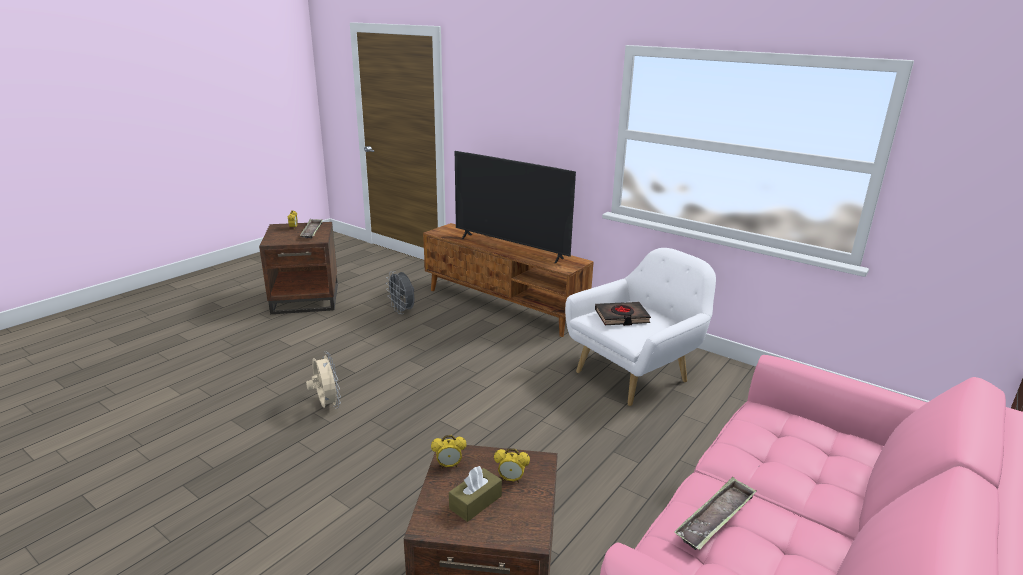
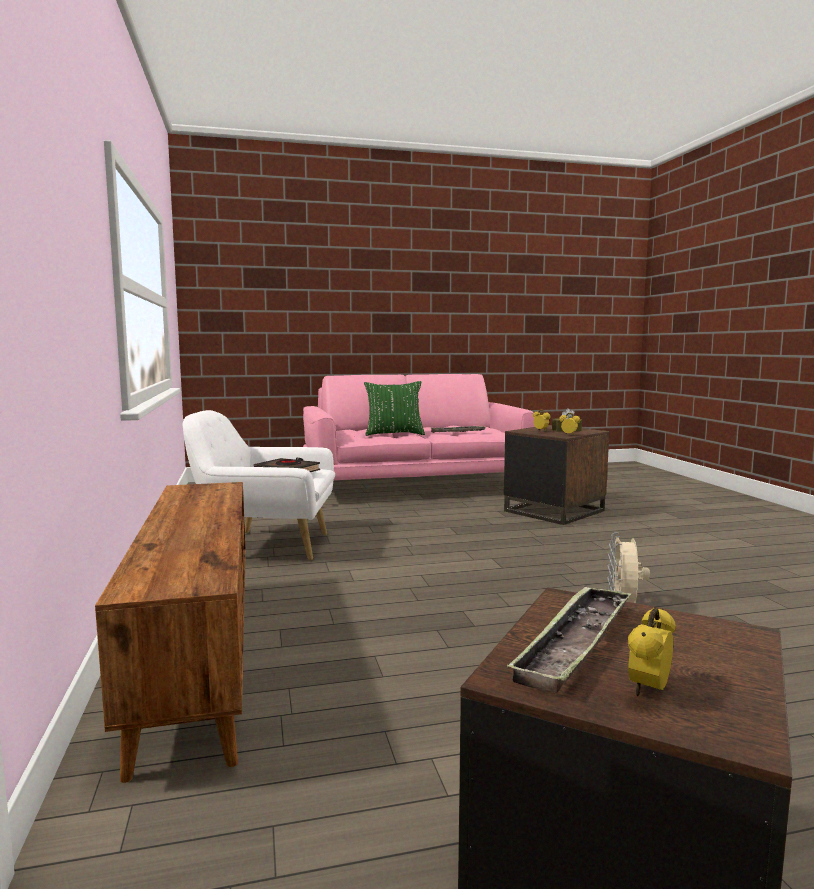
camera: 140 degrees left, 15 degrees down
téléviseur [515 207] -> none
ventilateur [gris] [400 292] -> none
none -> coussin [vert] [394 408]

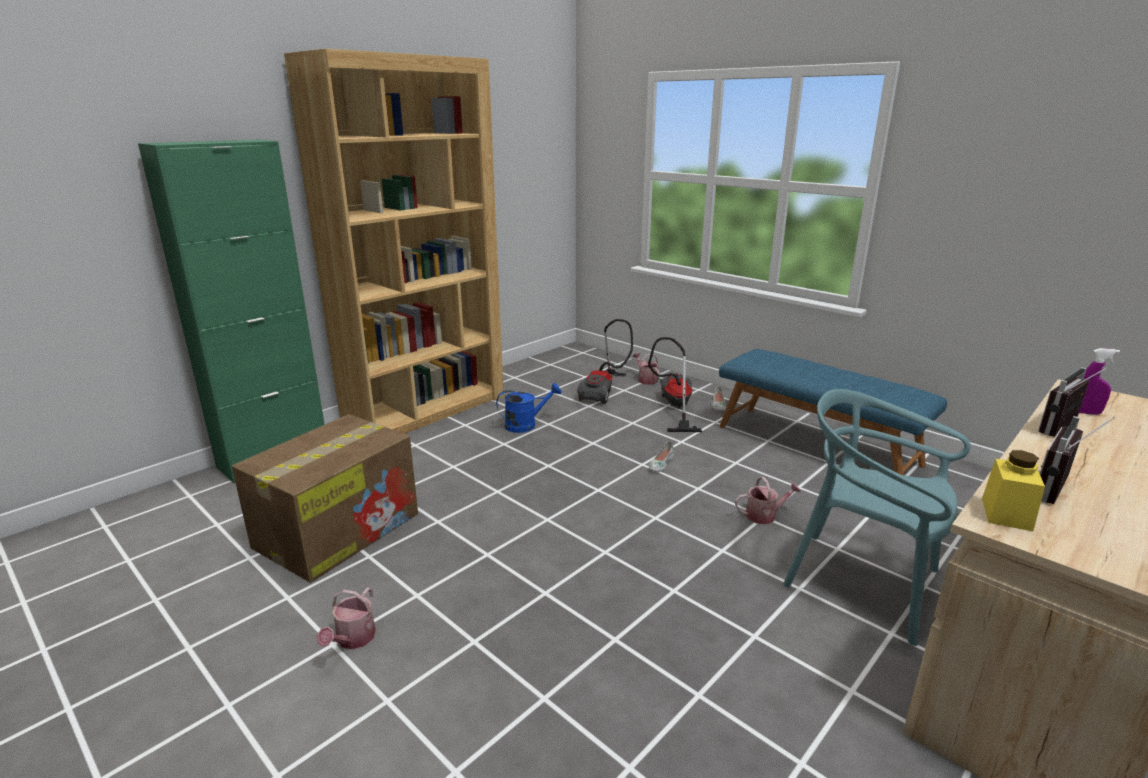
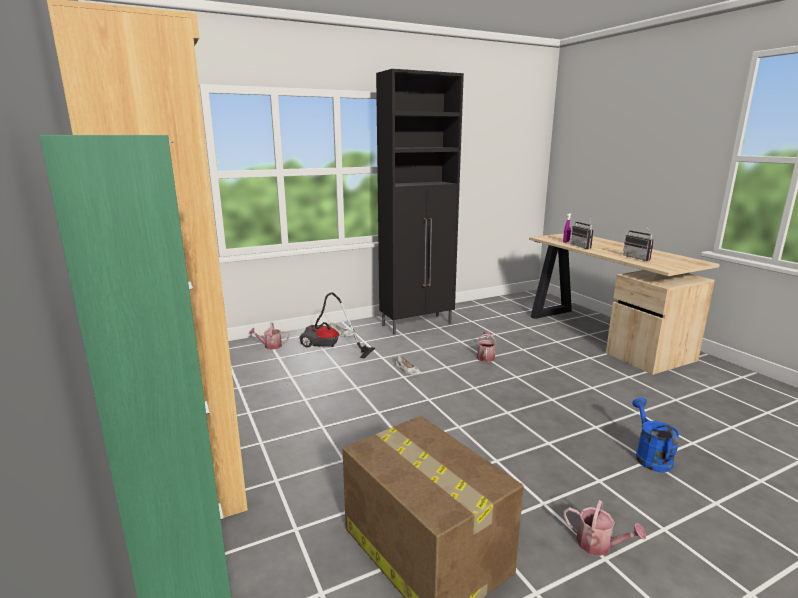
camera: 70 degrees left, 5 degrees down
aspirateur [605 361] -> none
banc [bleu] [833 412] -> meuble de rangement [noir] [420 202]
arrosoir [bleu] [528 408] -> arrosoir [bleu] [655 435], moved
chaise [turquoise] [877 517] -> none
bocal [jaune] [1013 490] -> none

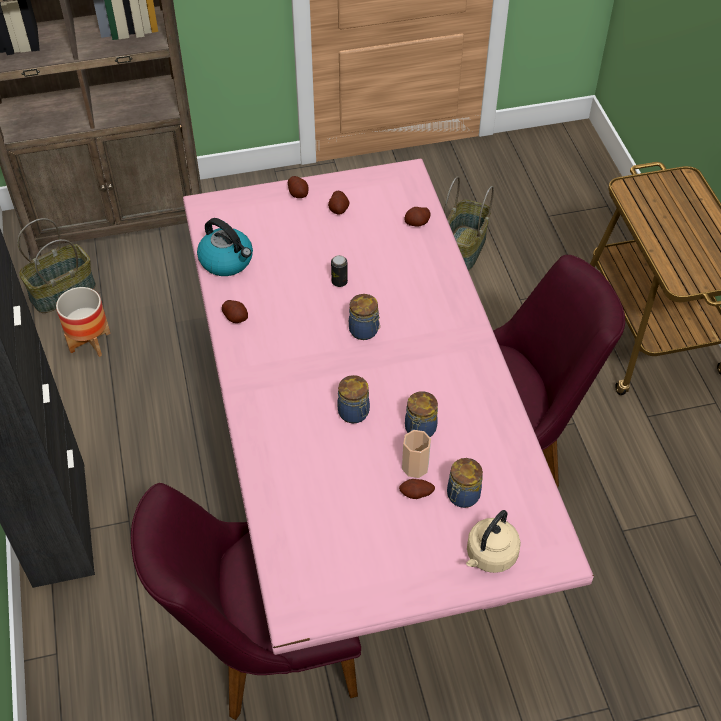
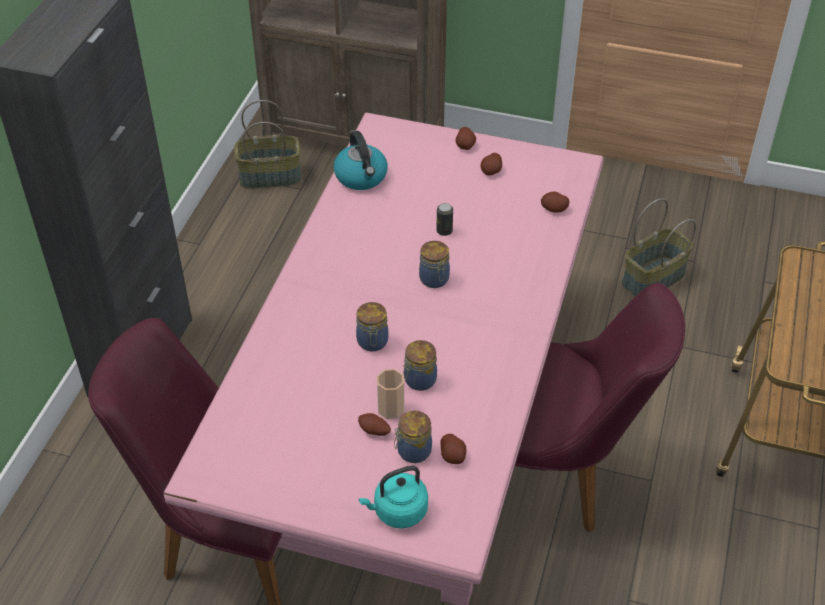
camera: 30 degrees right, 5 degrees down
cache-pot [83 322] -> none
pomme de terre [235 311] -> pomme de terre [453 449], moved
bouilloire [beige] [493 541] -> bouilloire [turquoise] [393 497]

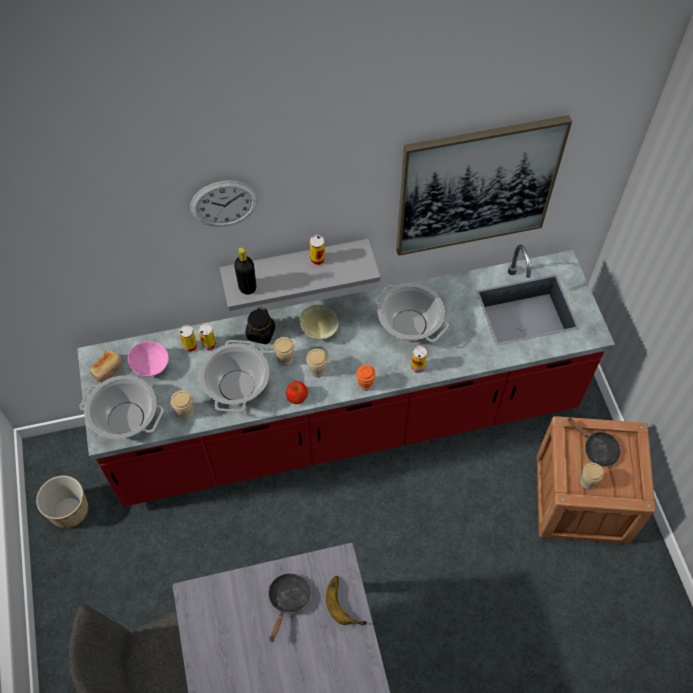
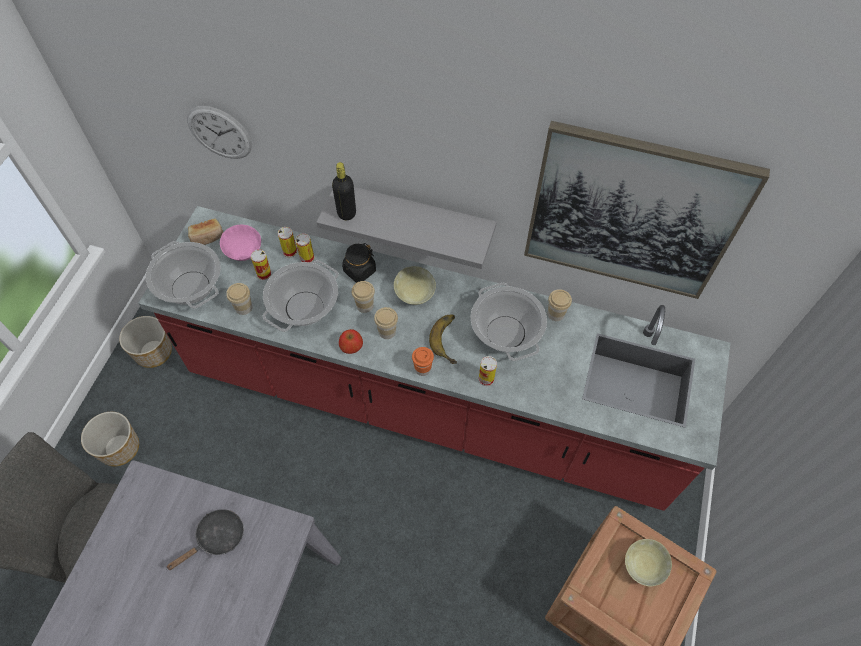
camera: 30 degrees right, 0 degrees up
horloge murale [224 203] -> horloge murale [219 132], moved
boîte métallique [317 250] -> boîte métallique [261 264], moved
poêle [noir] [594 442] -> bol [beige] [648 563]
tasse [592 476] -> tasse [560 305], moved
banane [346 601] -> banane [443 339], moved
none -> cache-pot [110 439]

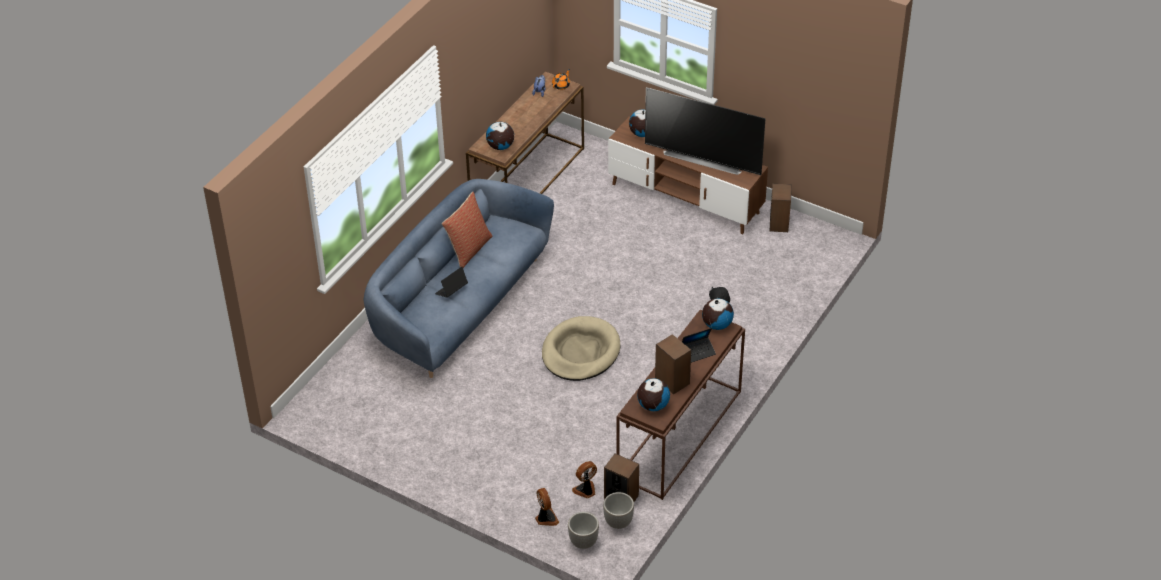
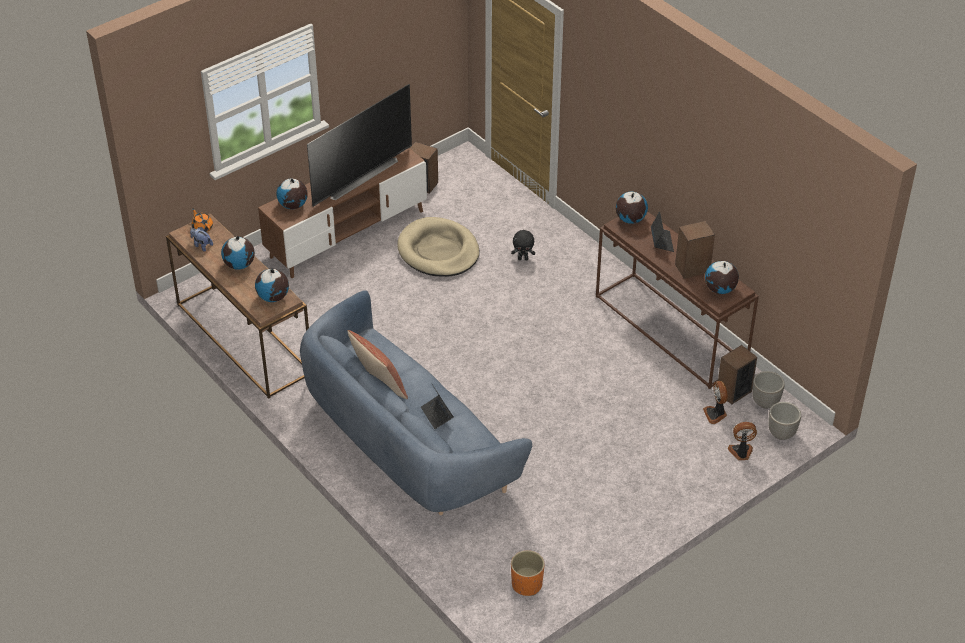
camera: 70 degrees left, 0 degrees up
panier pour chien [beige] [581 348] -> panier pour chien [beige] [438 247], moved
none -> globe [238 253]
none -> cache-pot [orange] [528 573]

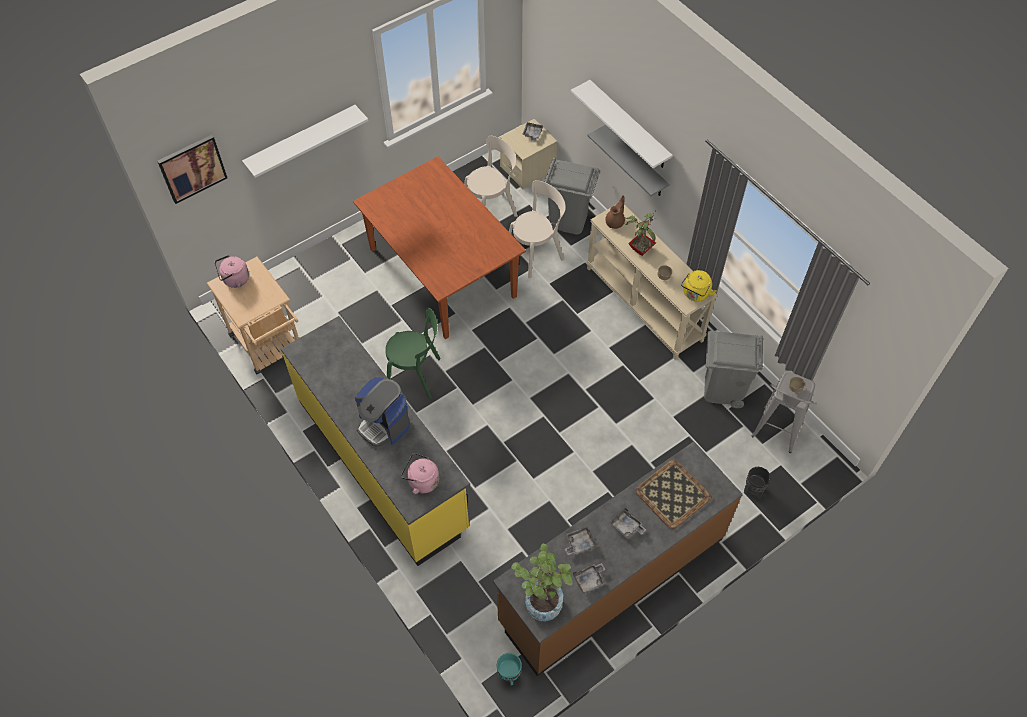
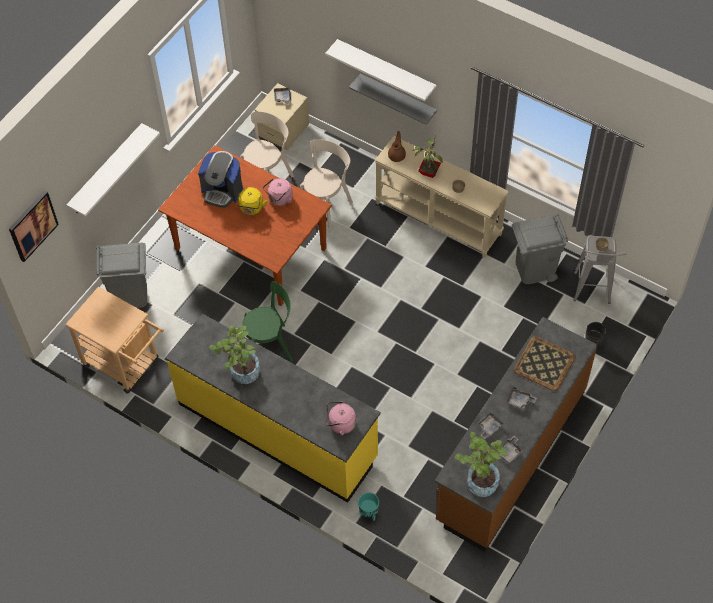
camera: 20 degrees left, 0 degrees up
poubelle [gris] [572 196] -> poubelle [gris] [121 275], moved
bouilloire [rose] [231 271] -> bouilloire [rose] [278 192], moved
bouilloire [jaune] [699 286] -> bouilloire [jaune] [252 201], moved
machine à café [382 412] -> machine à café [220 179], moved
cache-pot [turquoise] [509 669] -> cache-pot [turquoise] [368 507], moved
none -> plante en pot [234 355]

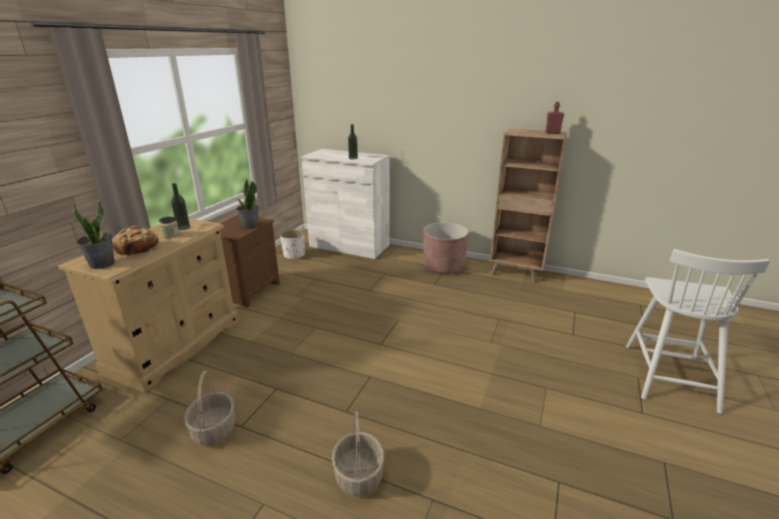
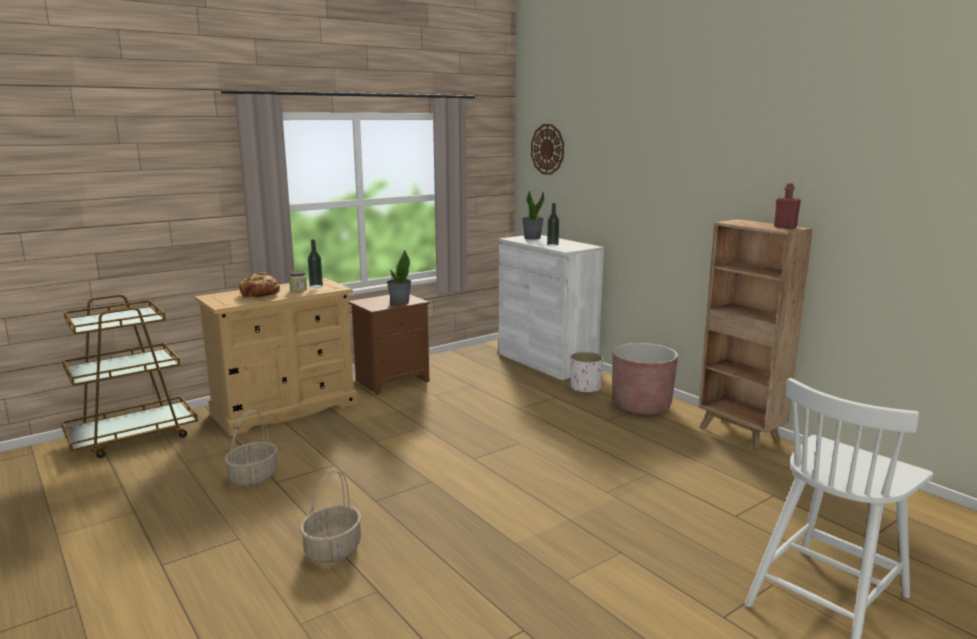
camera: 30 degrees right, 10 degrees down
plante en pot [94 235] -> plante en pot [533 215], moved
cache-pot [blanc] [292 245] -> cache-pot [blanc] [586 372], moved
none -> horloge murale [547 149]

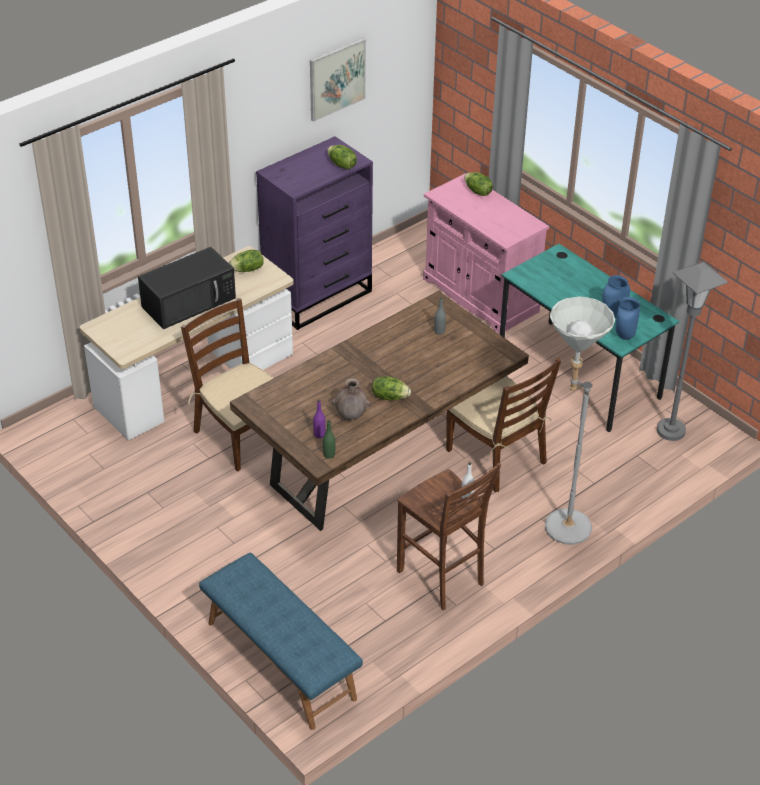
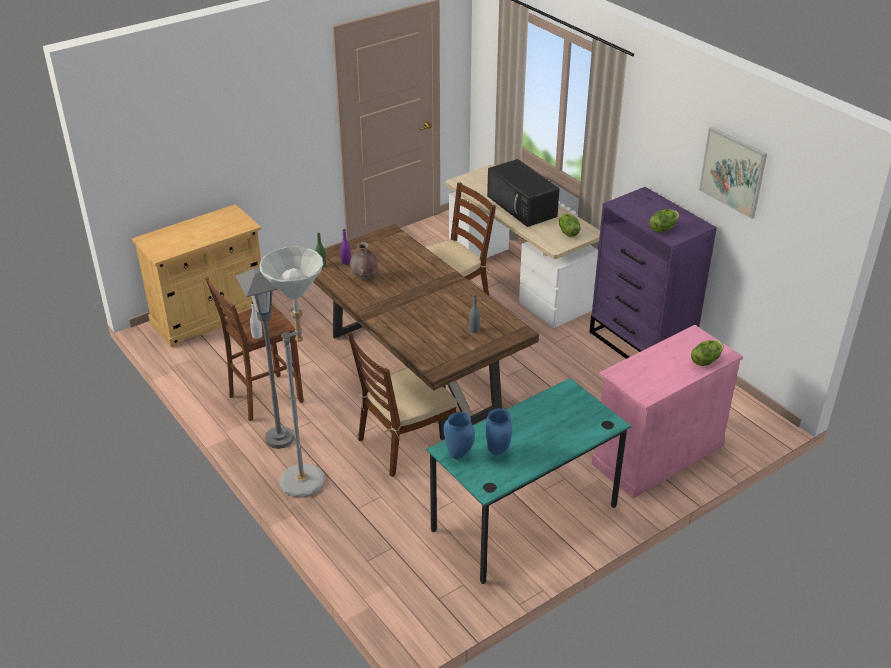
camera: 95 degrees right, 5 degrees down
lampadaire [gris] [692 351] -> lampadaire [gris] [264 358], moved
laitue [391 388] -> none
banc [bleu] [281 641] -> meuble de rangement [beige] [196 276]

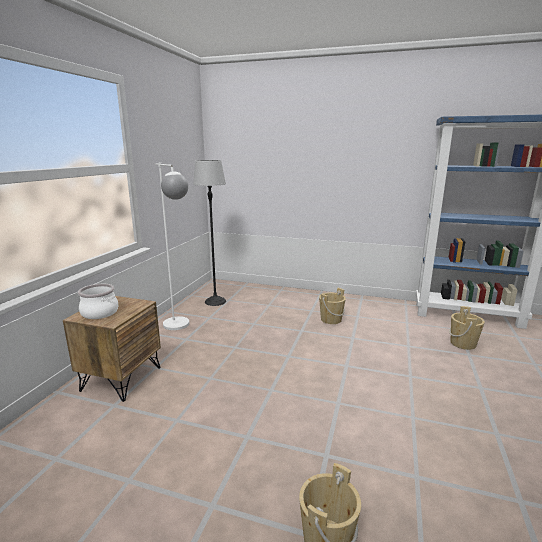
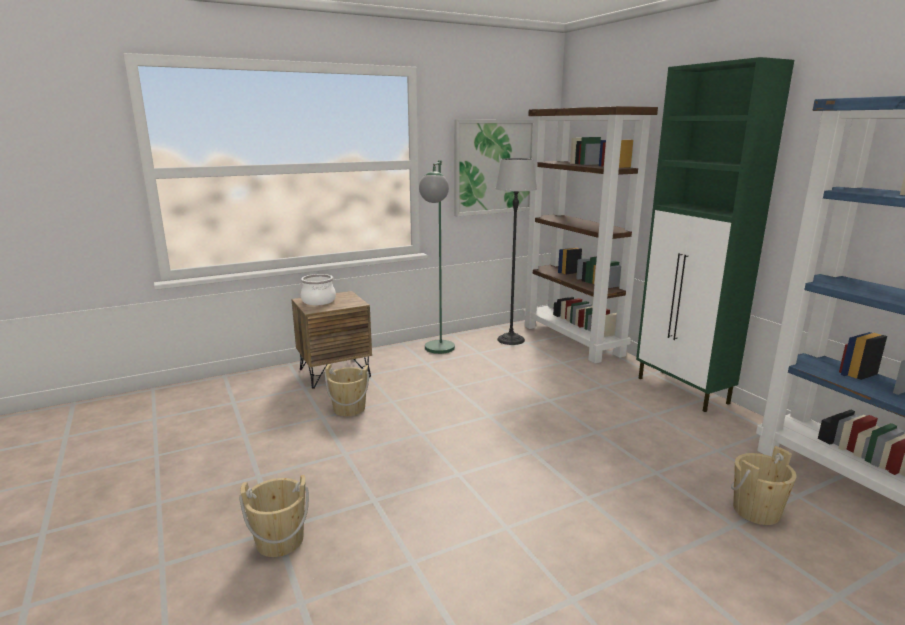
camera: 45 degrees right, 0 degrees up
lampadaire [blanc] [172 246] -> lampadaire [vert] [437 257]
seau [beige] [332 306] -> seau [beige] [347 390], moved
none -> meuble de rangement [vert] [715 234]
none -> bibliothèque [marron] [590 234]
none -> tableau [493 167]

